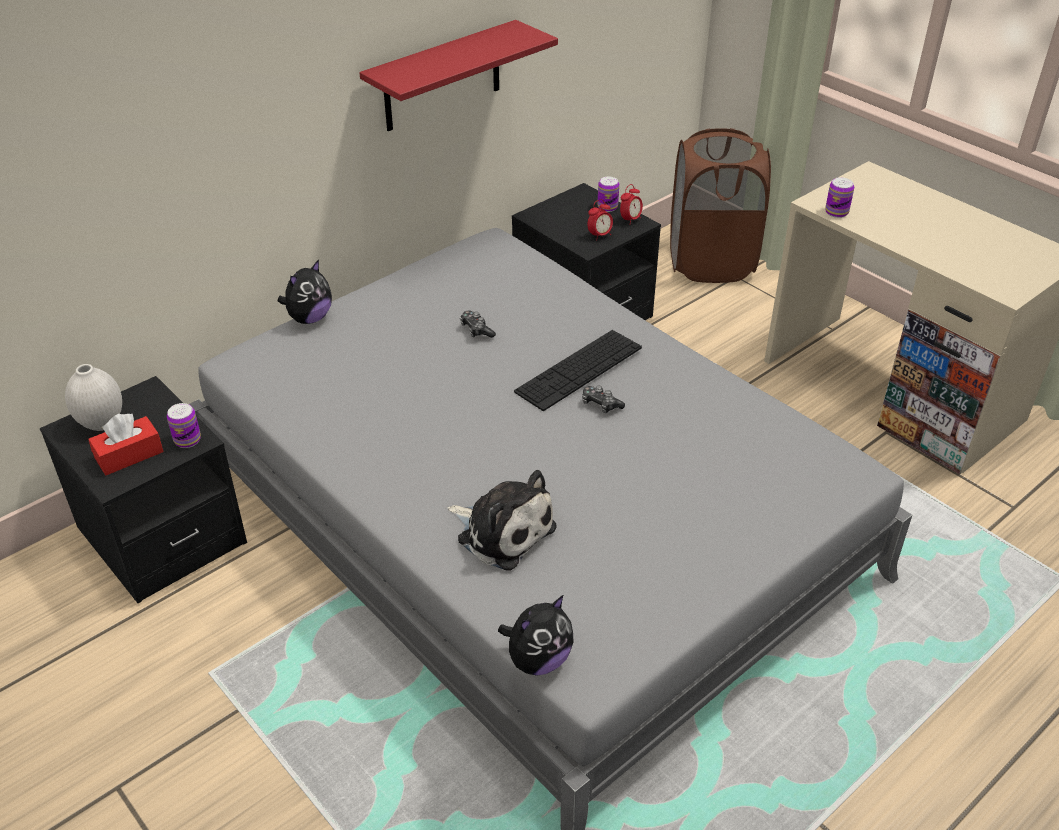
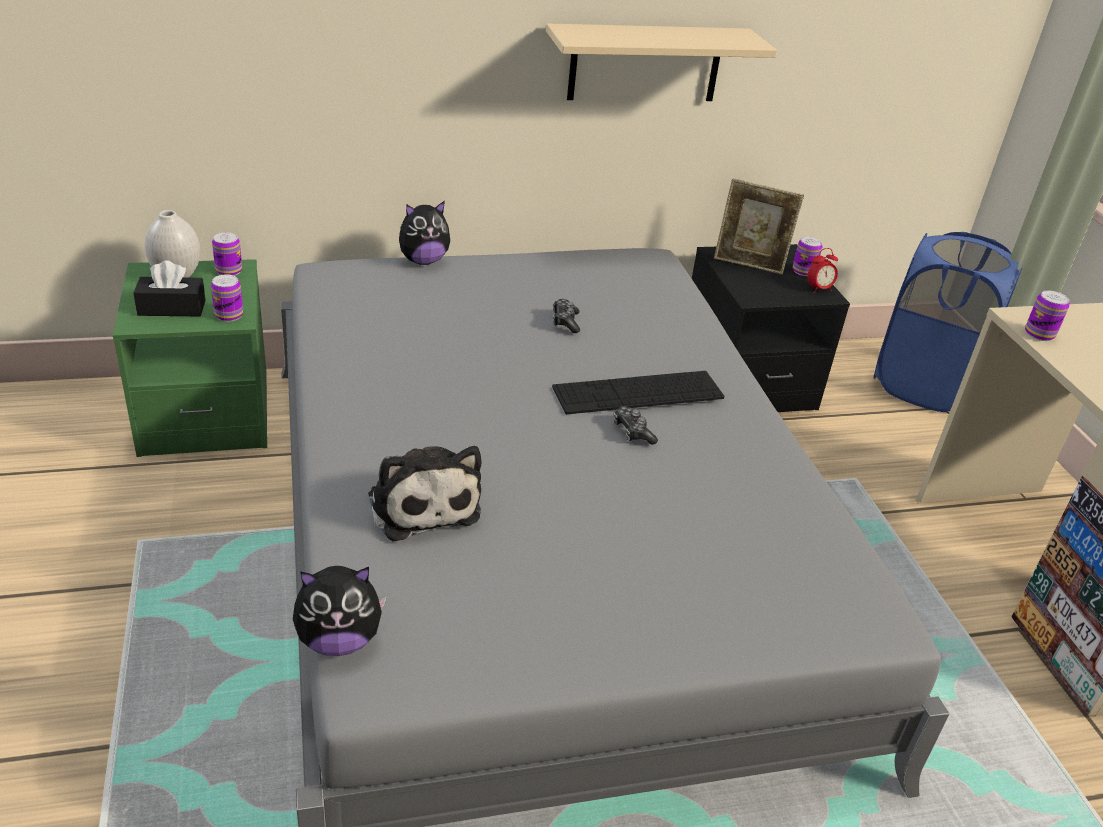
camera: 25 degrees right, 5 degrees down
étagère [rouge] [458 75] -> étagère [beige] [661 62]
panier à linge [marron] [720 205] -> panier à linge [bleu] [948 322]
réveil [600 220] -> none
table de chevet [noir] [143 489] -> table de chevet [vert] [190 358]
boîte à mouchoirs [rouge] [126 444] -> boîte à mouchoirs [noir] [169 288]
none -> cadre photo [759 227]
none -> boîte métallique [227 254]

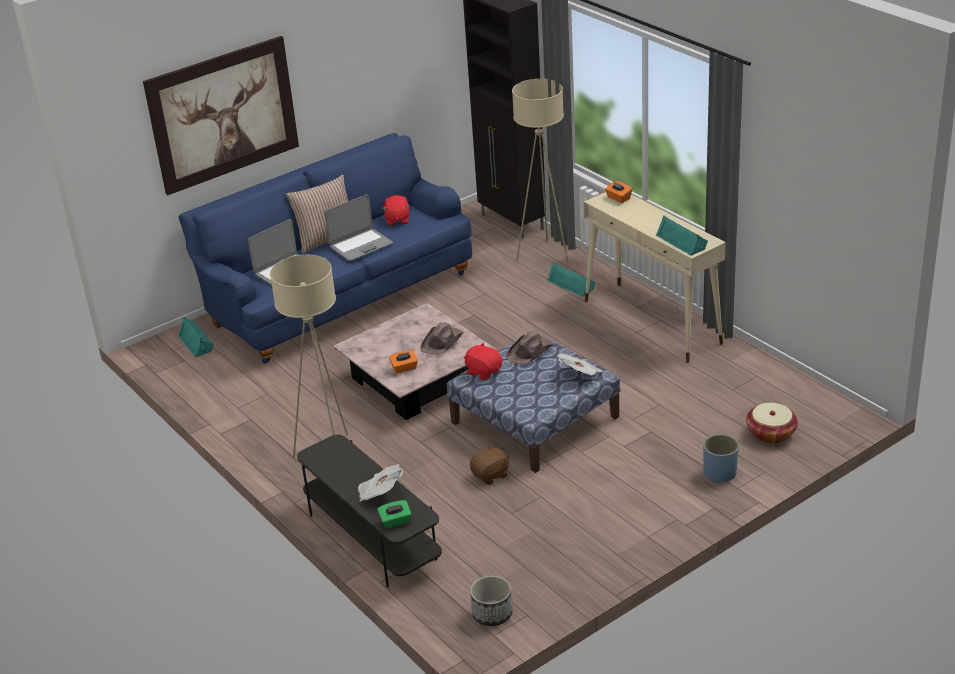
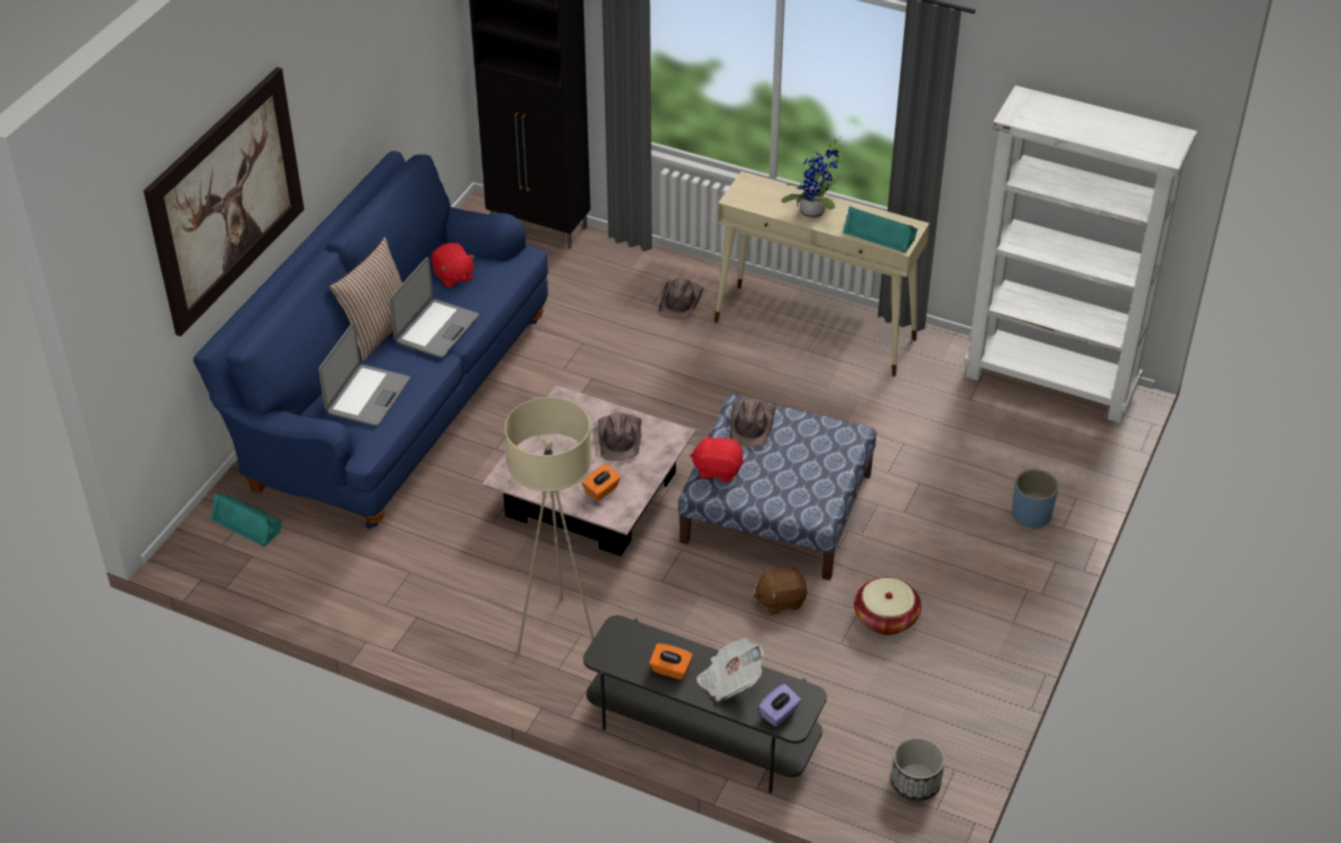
camera: 30 degrees left, 10 degrees up
lampadaire [beige] [540 171] -> none
boîte à mouchoirs [orange] [618 192] -> boîte à mouchoirs [orange] [671 662], moved
enceinte [turquoise] [571 280] -> chapeau [marron] [681 298]
journal [580 364] -> none
panier [772 423] -> panier [887 606], moved
peluche [marron] [489 465] -> peluche [marron] [780 590], 135 degrees counterclockwise
boîte à mouchoirs [vert] [394 514] -> boîte à mouchoirs [violet] [779 705]
none -> bibliothèque [blanc] [1080 254]
none -> plante en pot [812 177]

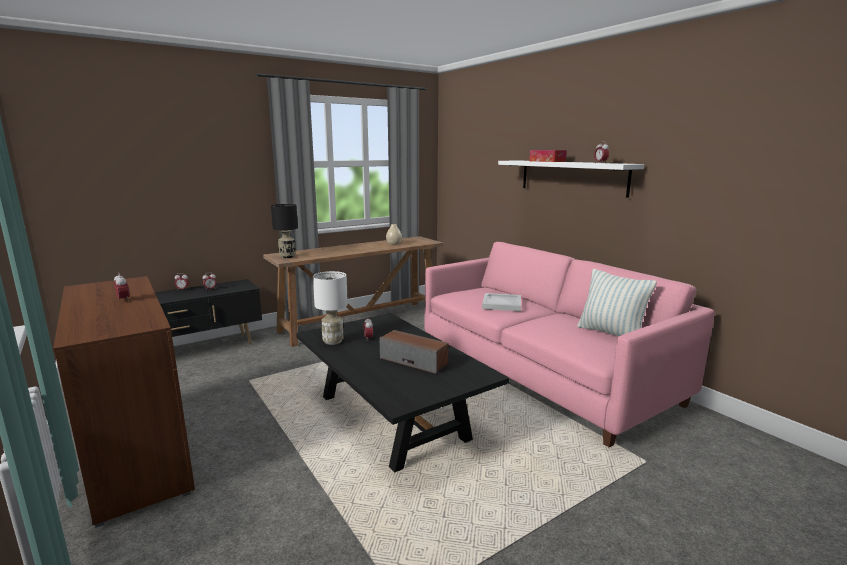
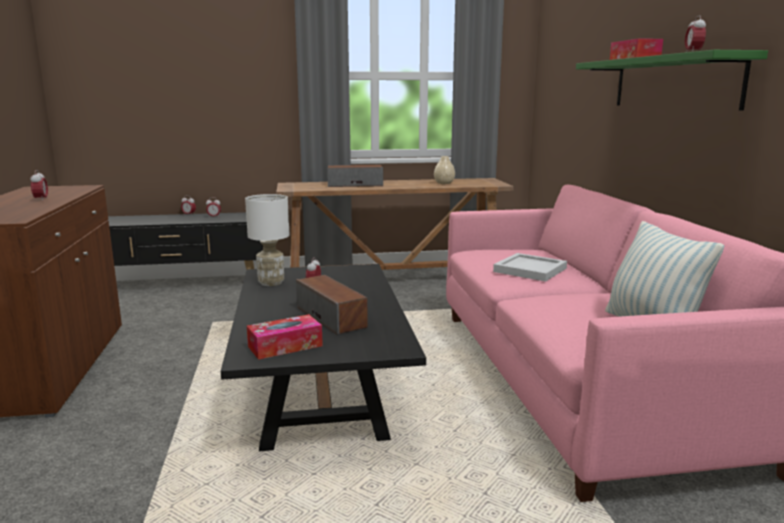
camera: 25 degrees right, 0 degrees up
étagère [blanc] [571 179] -> étagère [vert] [672 80]
lampe de table [noir] [284 231] -> none
none -> enceinte [355 176]
none -> boîte à mouchoirs [285 337]

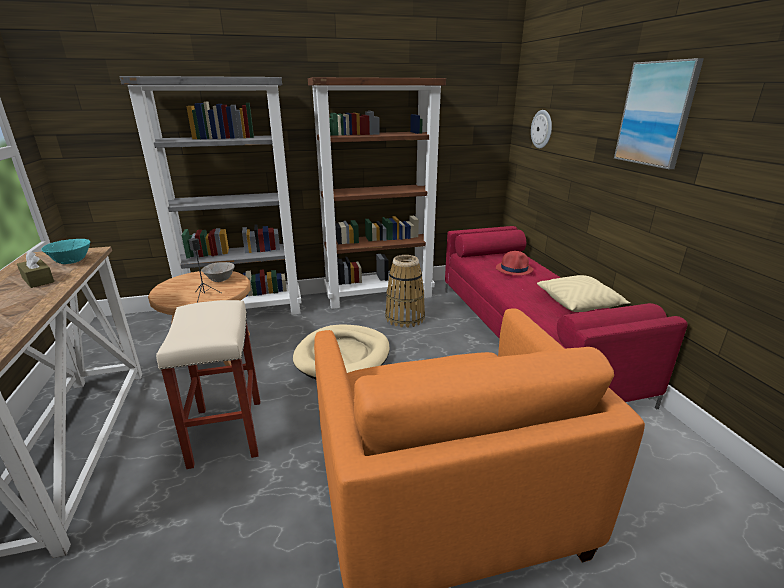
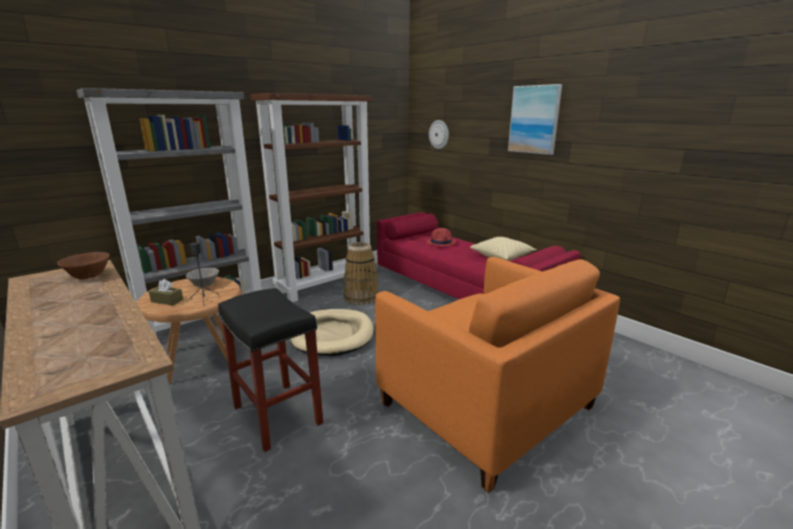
camera: 25 degrees left, 5 degrees down
bol [turquoise] [65 251] -> bol [marron] [83 266]
boîte à mouchoirs [marron] [36 269] -> boîte à mouchoirs [marron] [166 292], moved
tabouret [beige] [208 384] -> tabouret [noir] [270 370]

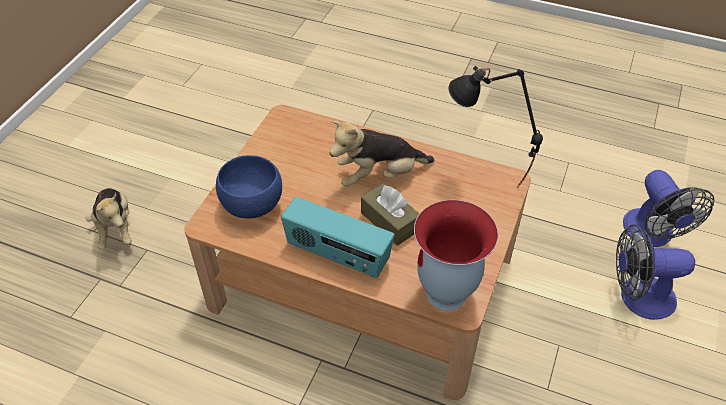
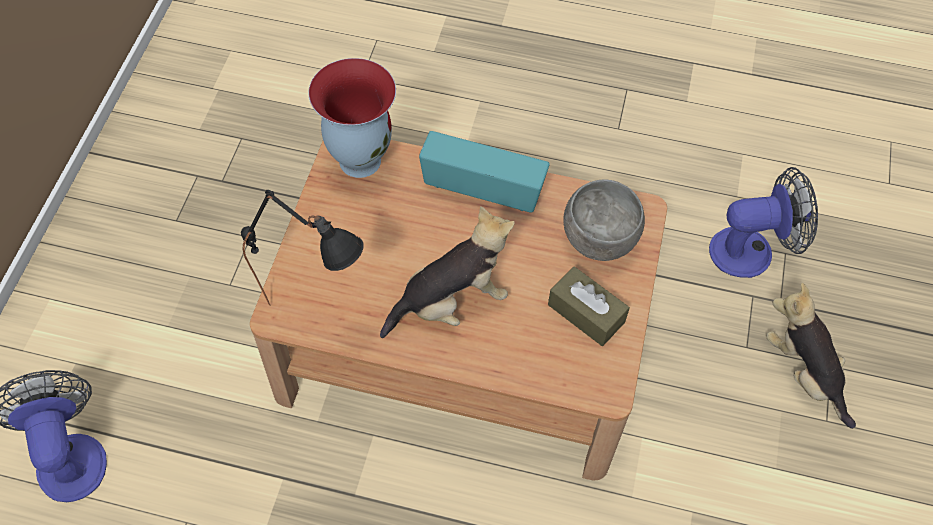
camera: 170 degrees right, 10 degrees up
bol [bleu] [249 186] -> bol [gris] [604 220]
boîte à mouchoirs [marron] [390 214] -> boîte à mouchoirs [marron] [589 306], moved
ventilateur [655 272] -> ventilateur [763 222], moved

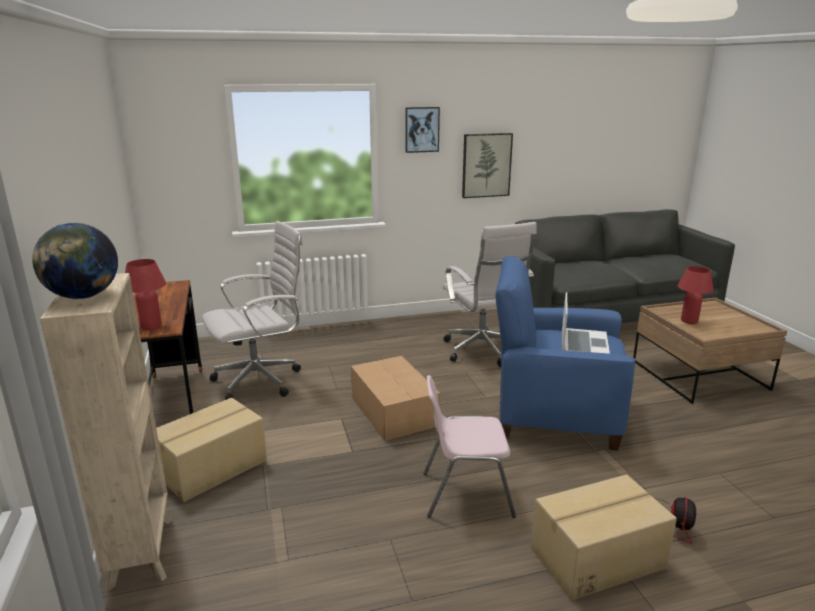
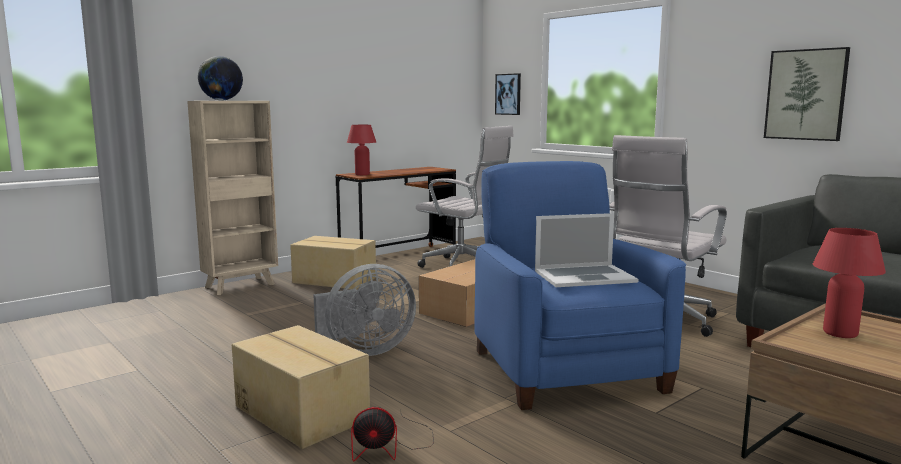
camera: 65 degrees right, 10 degrees down
tableau [422 130] -> tableau [508 94], moved
chaise [rose] [469 446] -> ventilateur [gris] [364 310]

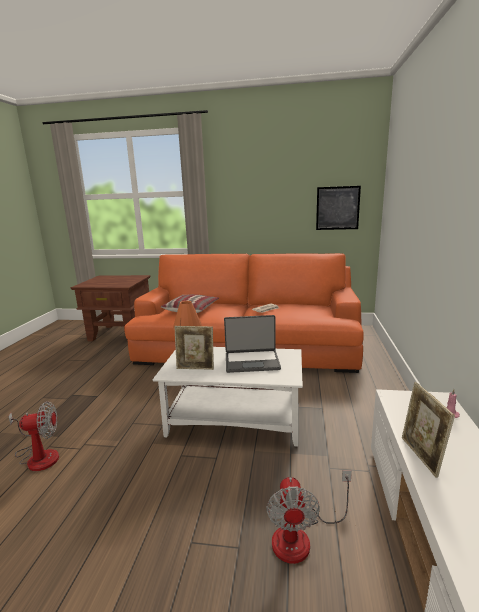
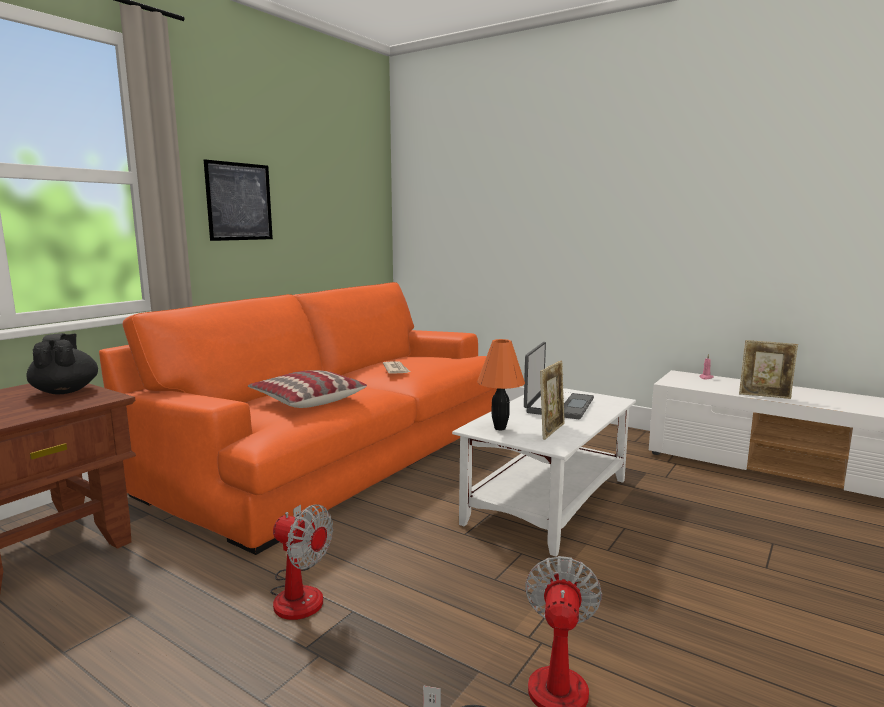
camera: 65 degrees left, 5 degrees down
tableau [338 208] -> tableau [238 200], moved
ventilateur [309 517] -> ventilateur [301 562], moved
none -> théière [noir] [62 364]

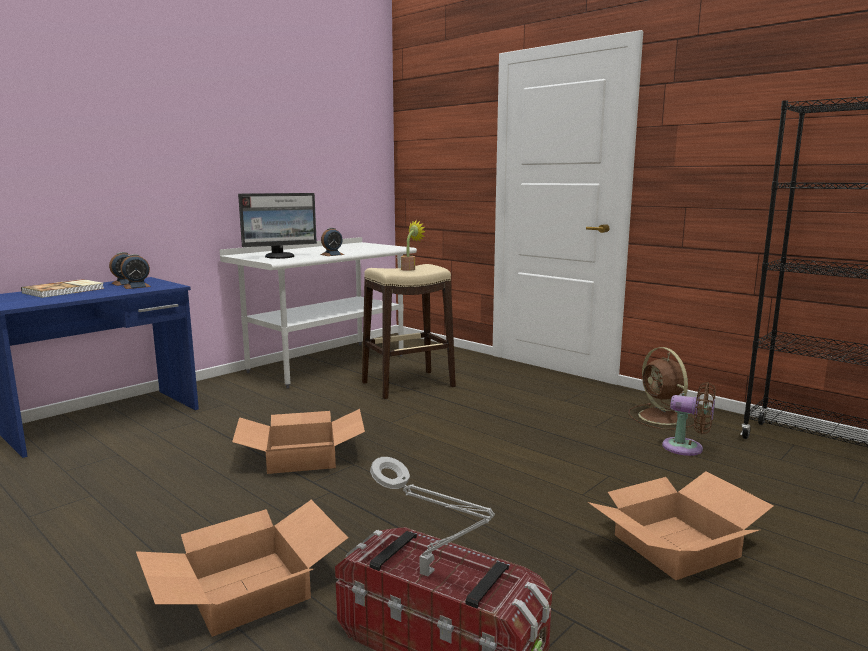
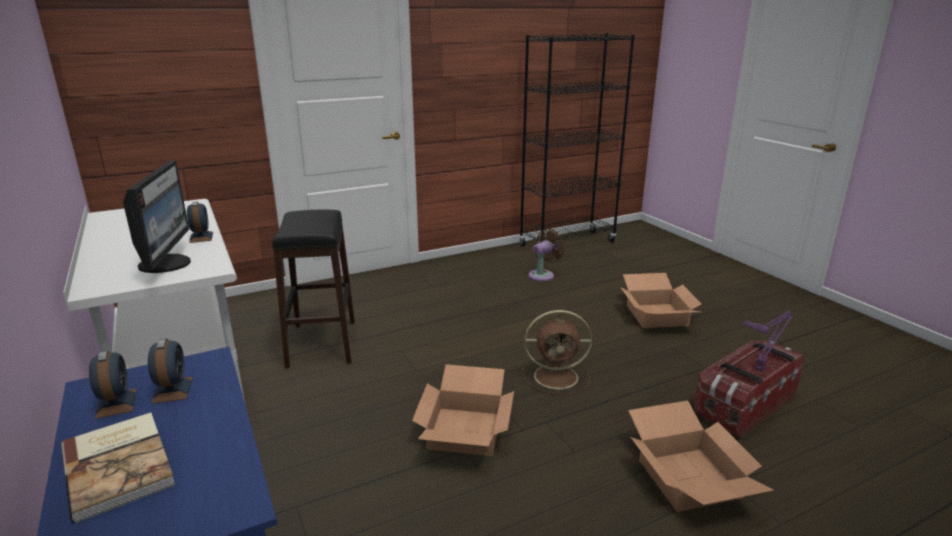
camera: 70 degrees left, 10 degrees up
plante en pot [413 245] -> none
tabouret [beige] [409 331] -> tabouret [noir] [313 289]
ventilateur [marron] [662 388] -> ventilateur [marron] [556 352], moved
lampe de table [gris] [432 517] -> lampe de table [violet] [768 341]

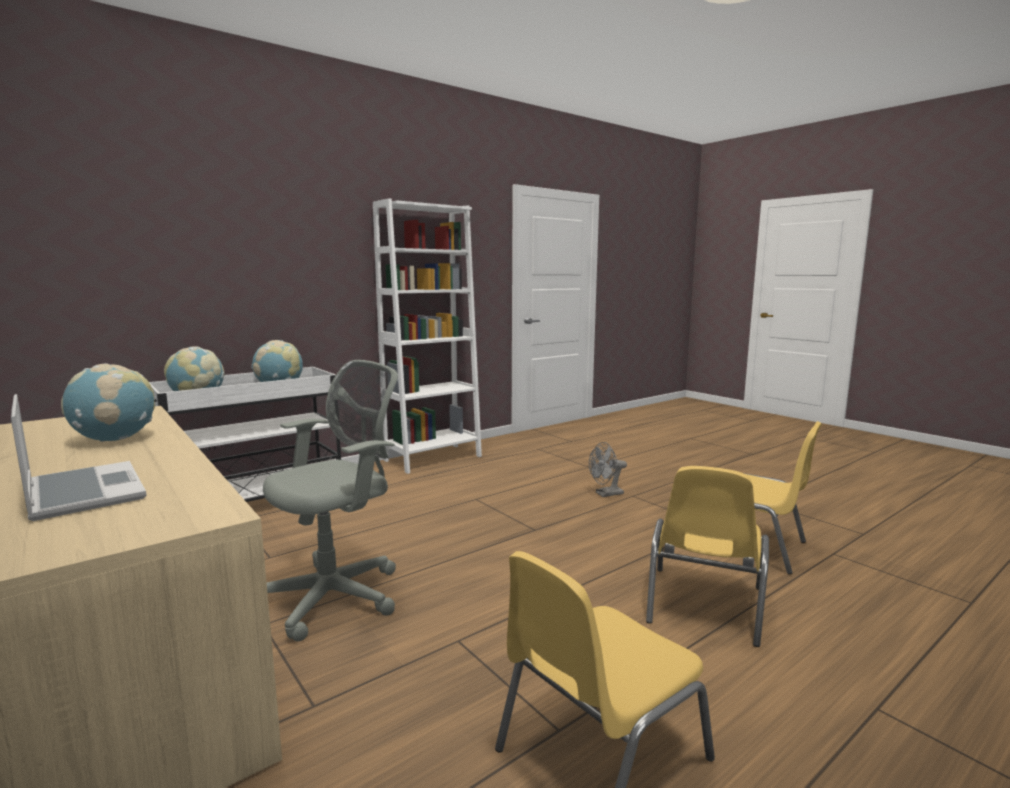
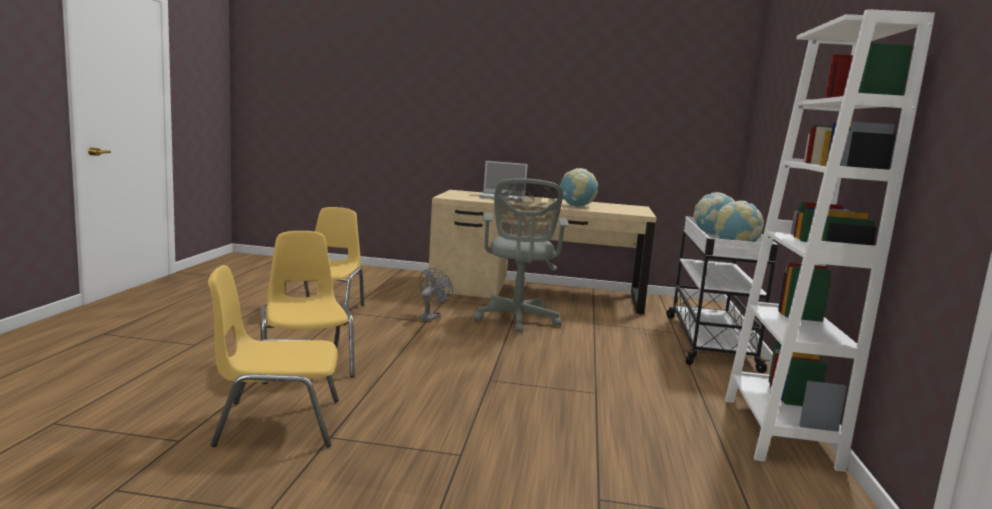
camera: 135 degrees right, 0 degrees up
ventilateur [gris] [608 469] -> ventilateur [gris] [435 295], moved

